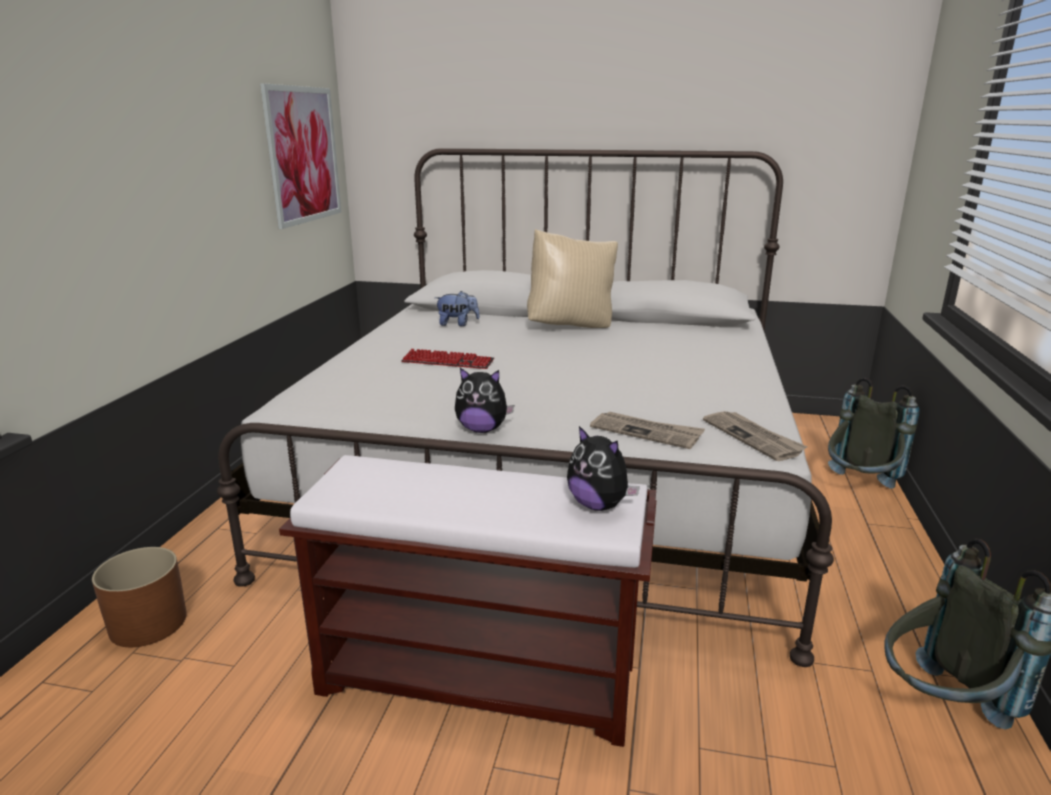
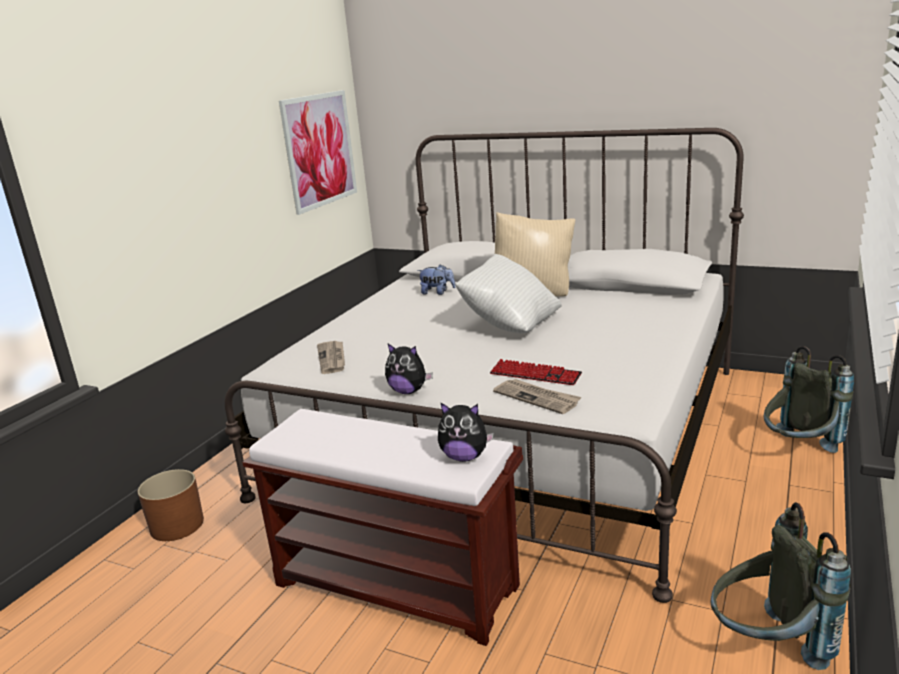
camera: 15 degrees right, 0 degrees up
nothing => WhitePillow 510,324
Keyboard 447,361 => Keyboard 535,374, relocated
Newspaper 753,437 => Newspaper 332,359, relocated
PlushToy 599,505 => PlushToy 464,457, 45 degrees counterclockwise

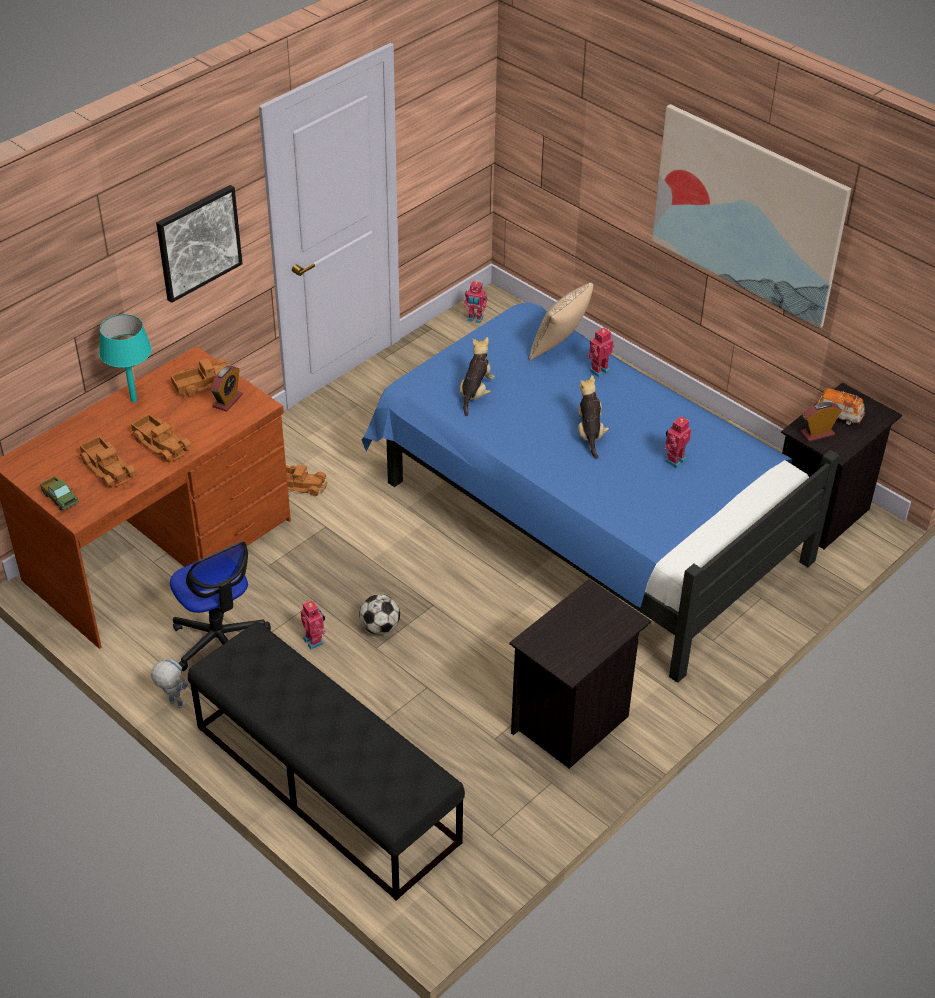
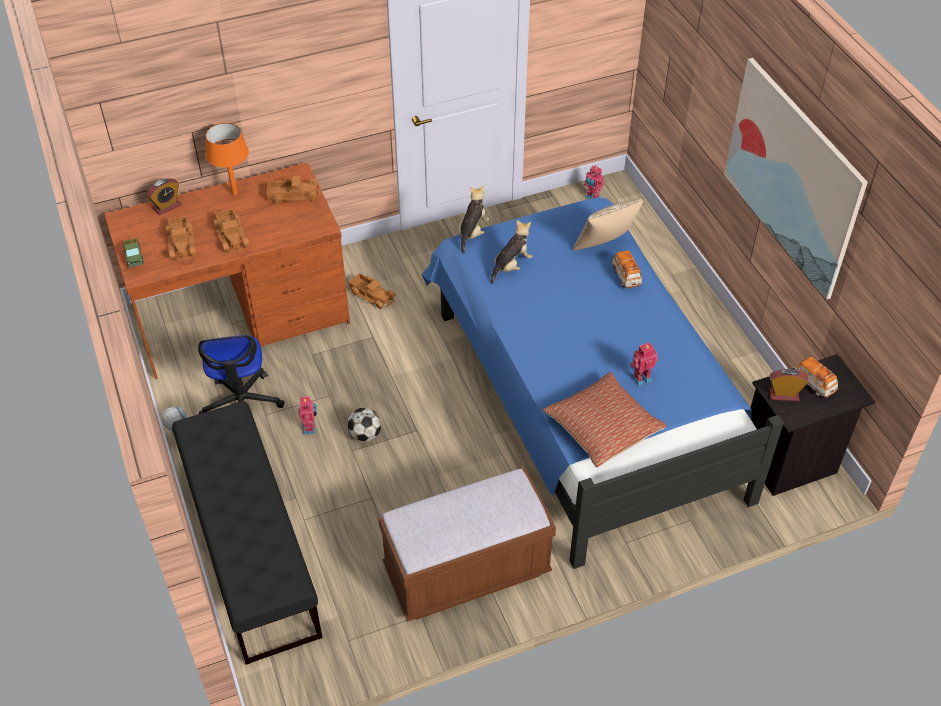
camera: 25 degrees right, 5 degrees up
Picture 198,242 => nothing
nothing => Pillow 603,427
AlarmClock 227,401 => AlarmClock 167,206, relocated
PlushToy 590,434 => PlushToy 472,232, relocated
BlackNightstand 572,723 => BrownBench 467,571
ToyRobot 598,370 => ToyCar 626,276
TurquoiseTableLamp 133,399 => OrangeTableLamp 234,193

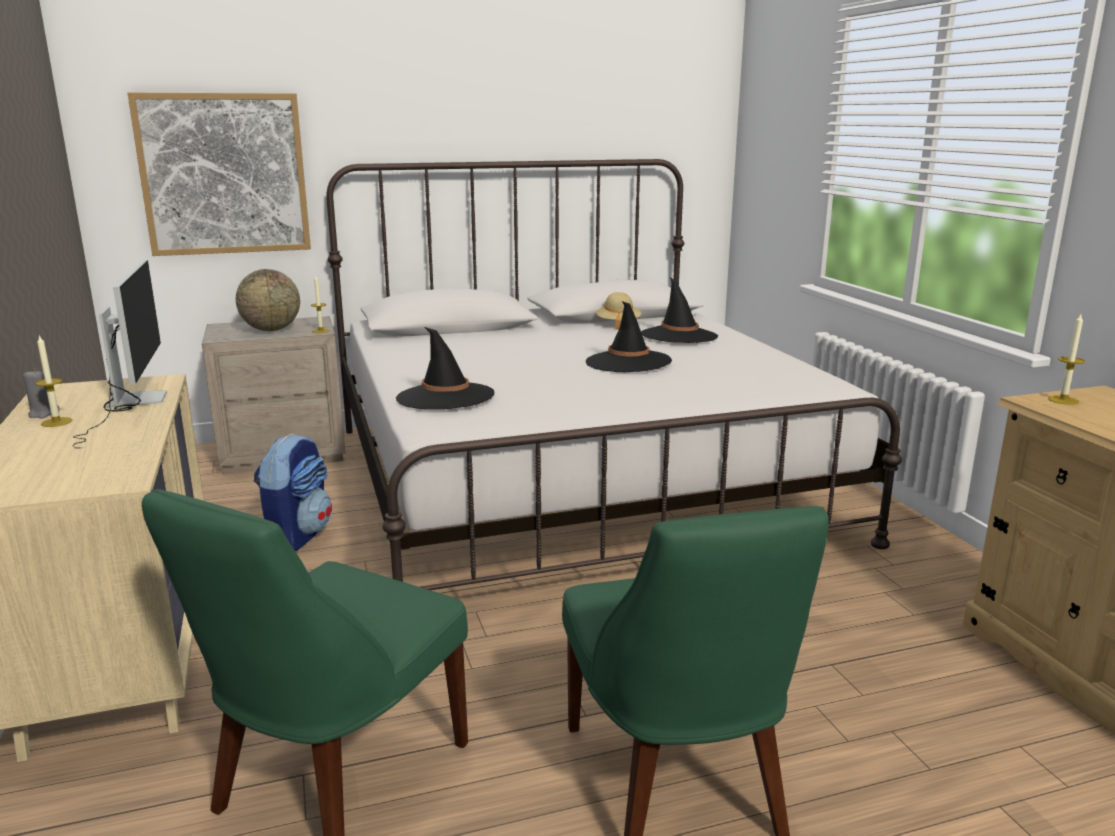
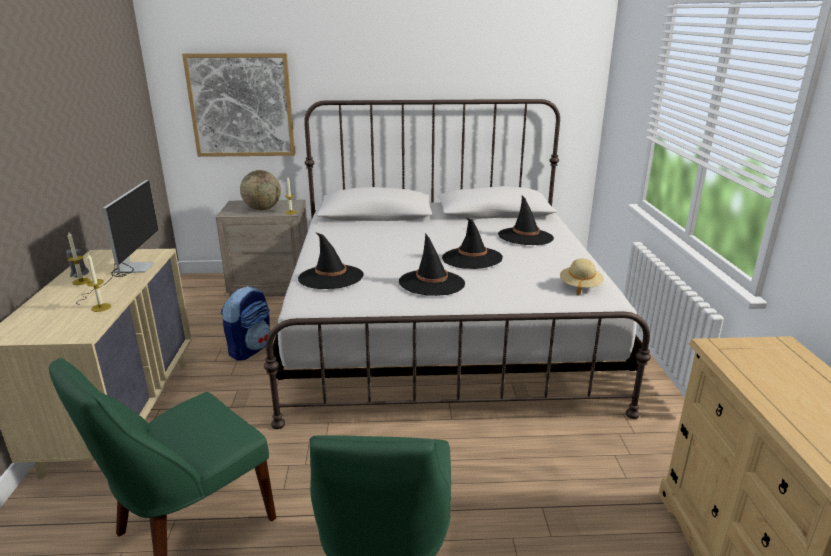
camera: 15 degrees right, 5 degrees up
nothing => BlackHat 431,283
BeigeHat 617,324 => BeigeHat 580,286, relocated
Candle 1063,400 => Candle 101,307, relocated

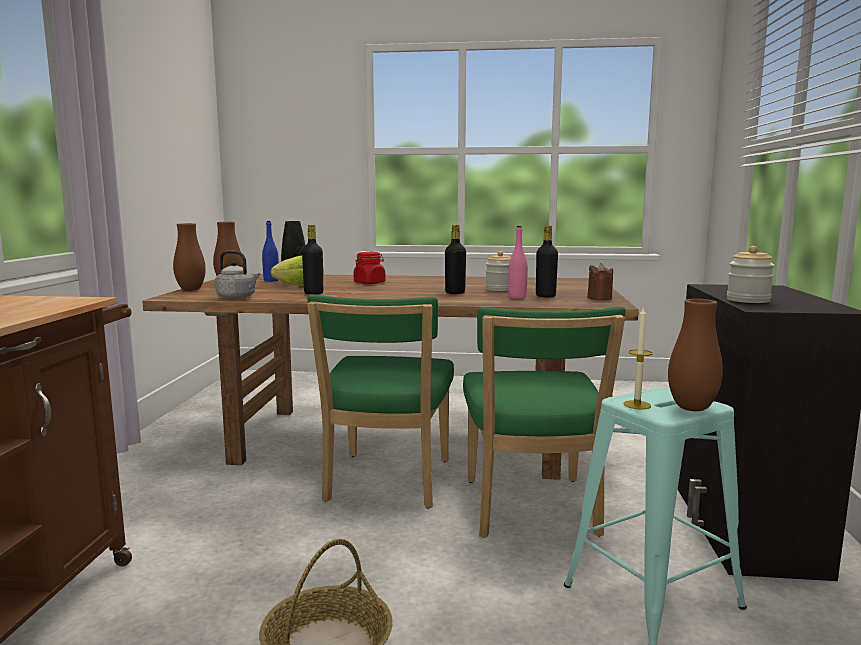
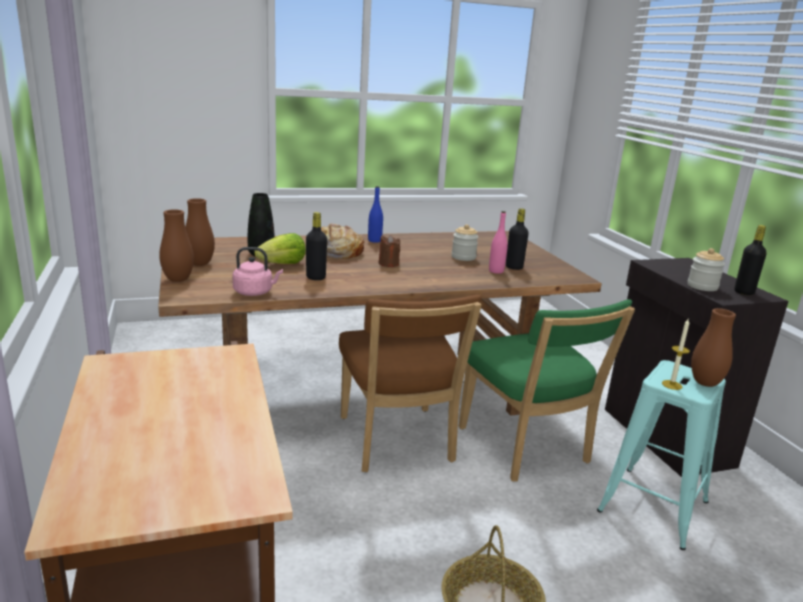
camera: 25 degrees left, 10 degrees up
BlueBottle 271,280 => BlueBottle 374,240, relocated
BlackBottle 455,293 => BlackBottle 744,292, relocated
BrownCandle 599,298 => BrownCandle 388,263, relocated
RedJar 369,283 => Bread 336,252
GreyKettle 238,297 => PinkKettle 255,292
GreenChair 386,483 => BrownChair 397,443

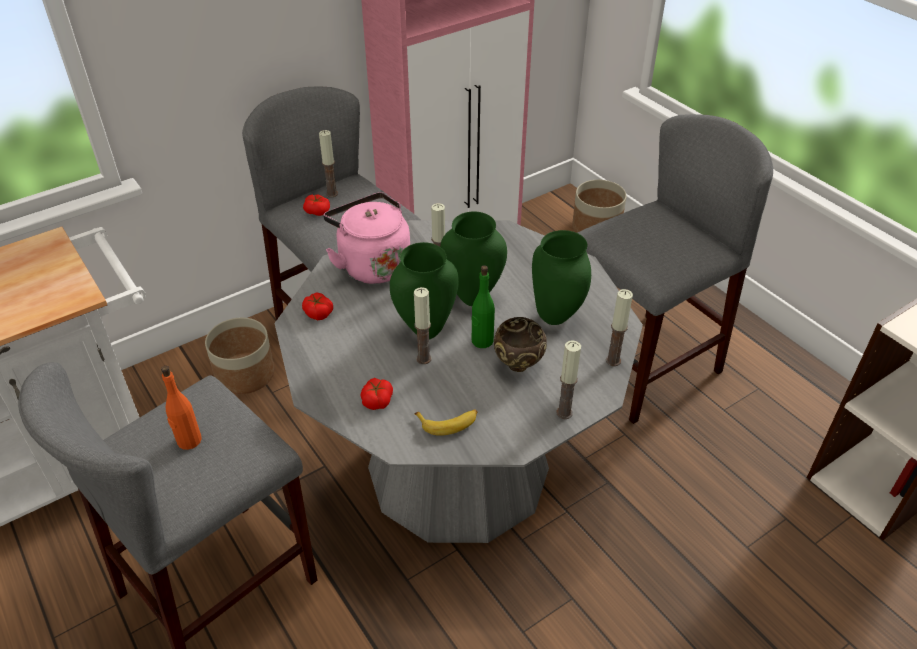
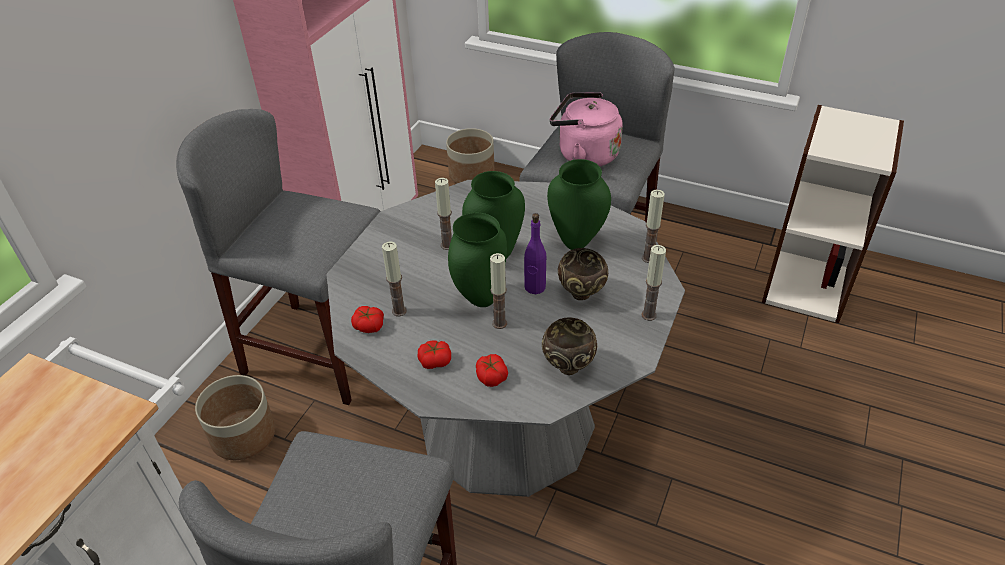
camera: 30 degrees left, 0 degrees up
OrangeBottle 189,440 => nothing
Tomato 317,211 => Tomato 435,361, relocated
Candle 332,194 => Candle 399,311, relocated
PinkKettle 372,264 => PinkKettle 584,154, relocated
Banana 448,423 => BrownBowl 567,366
GreenBottle 482,341 => PurpleBottle 534,287

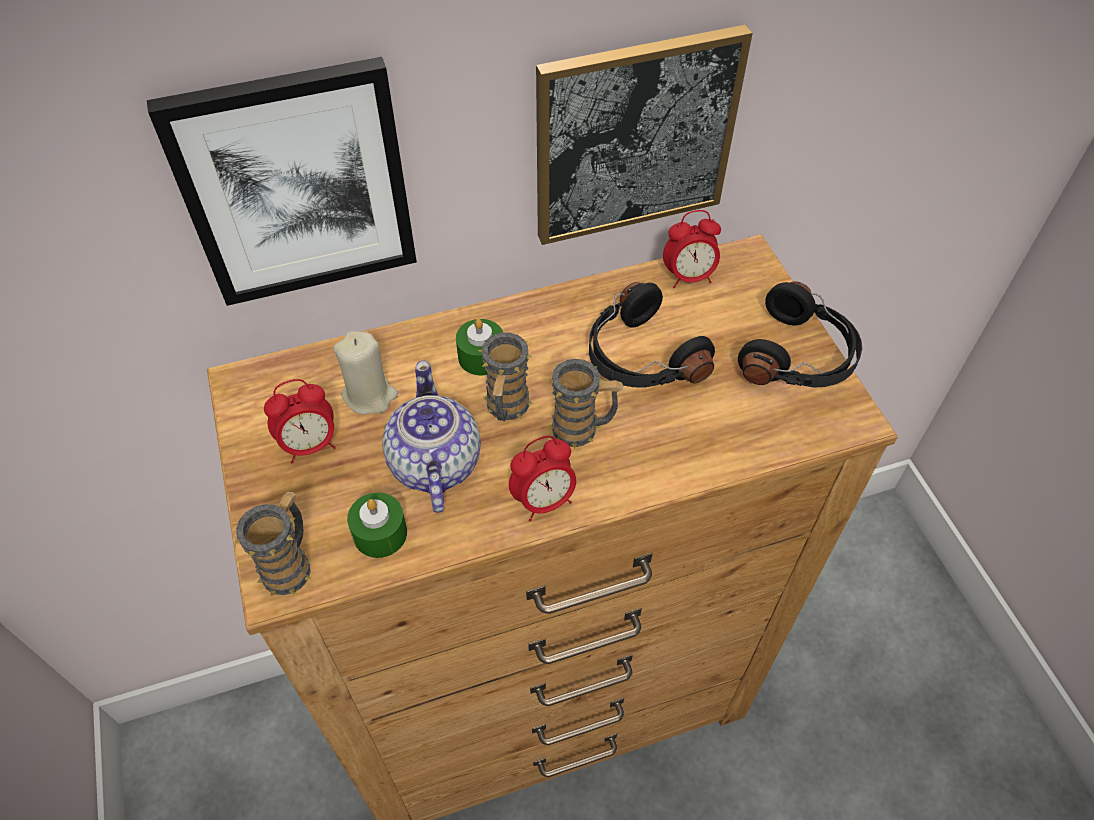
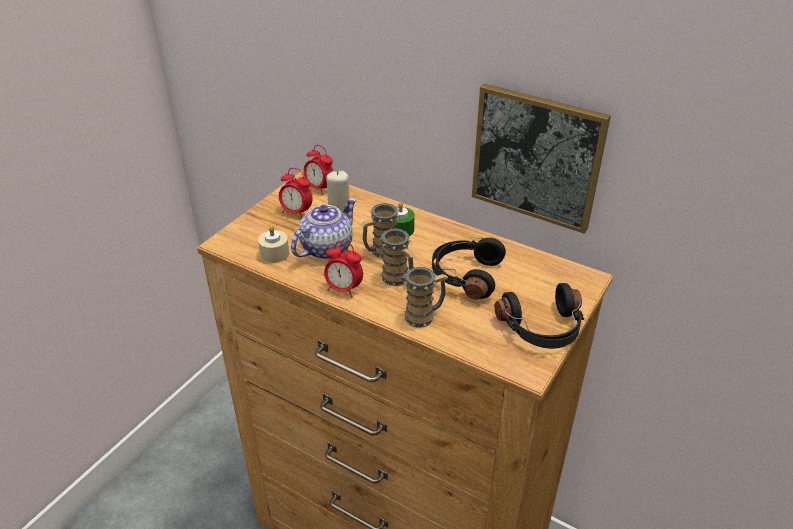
camera: 50 degrees right, 15 degrees down
Picture 296,185 => nothing
Mug 290,564 => Mug 424,316, relocated
AlarmClock 688,277 => AlarmClock 319,188, relocated
GreenCandle 380,533 => BeigeCandle 274,254

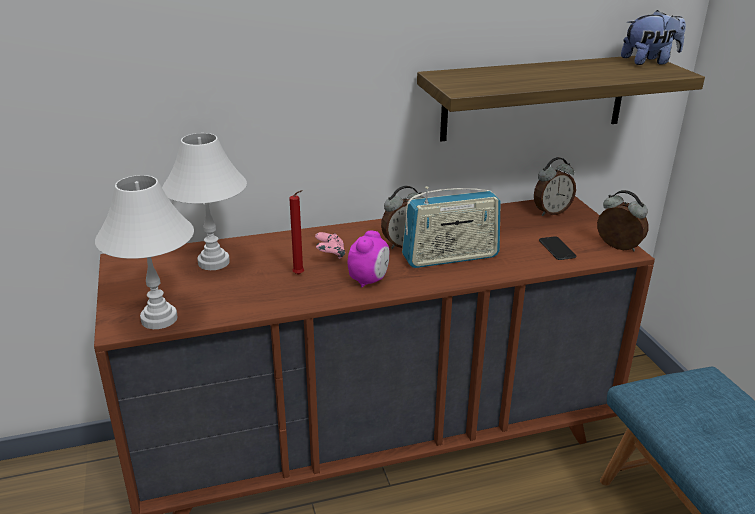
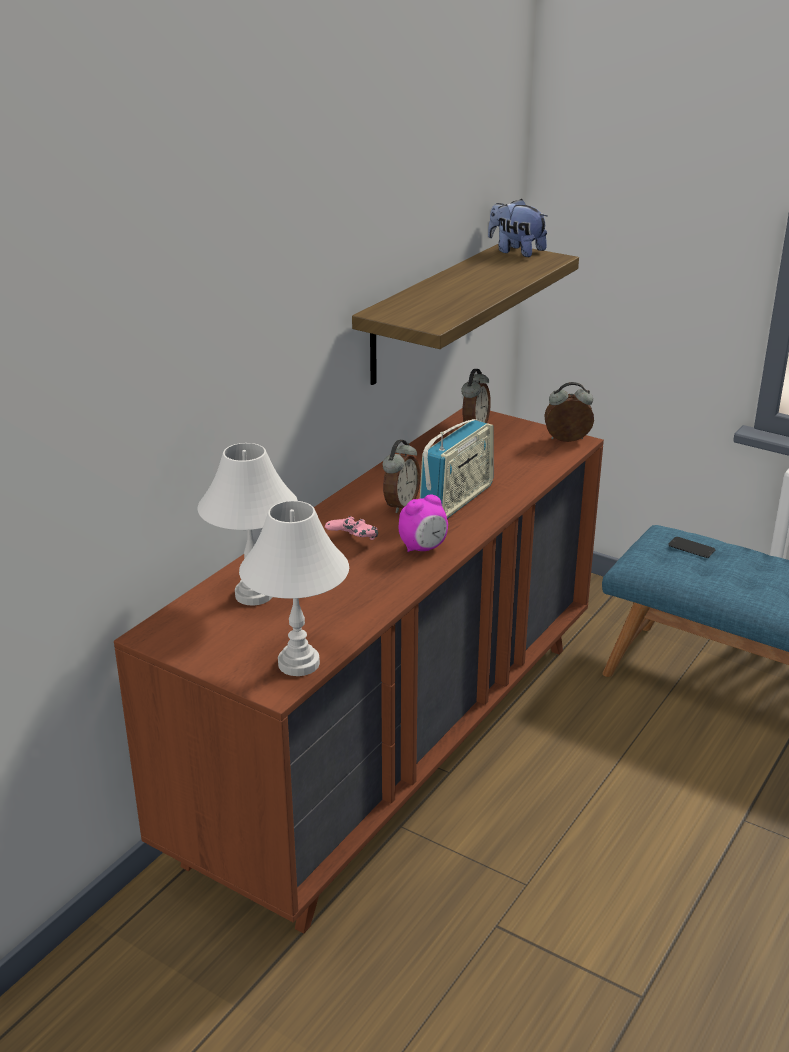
camera: 40 degrees left, 0 degrees up
RedCandle 300,275 => nothing
Phone 557,249 => Phone 691,548, relocated
AlarmClock 369,280 => AlarmClock 423,548, 75 degrees clockwise
PlushToy 649,62 => PlushToy 516,251, 90 degrees counterclockwise

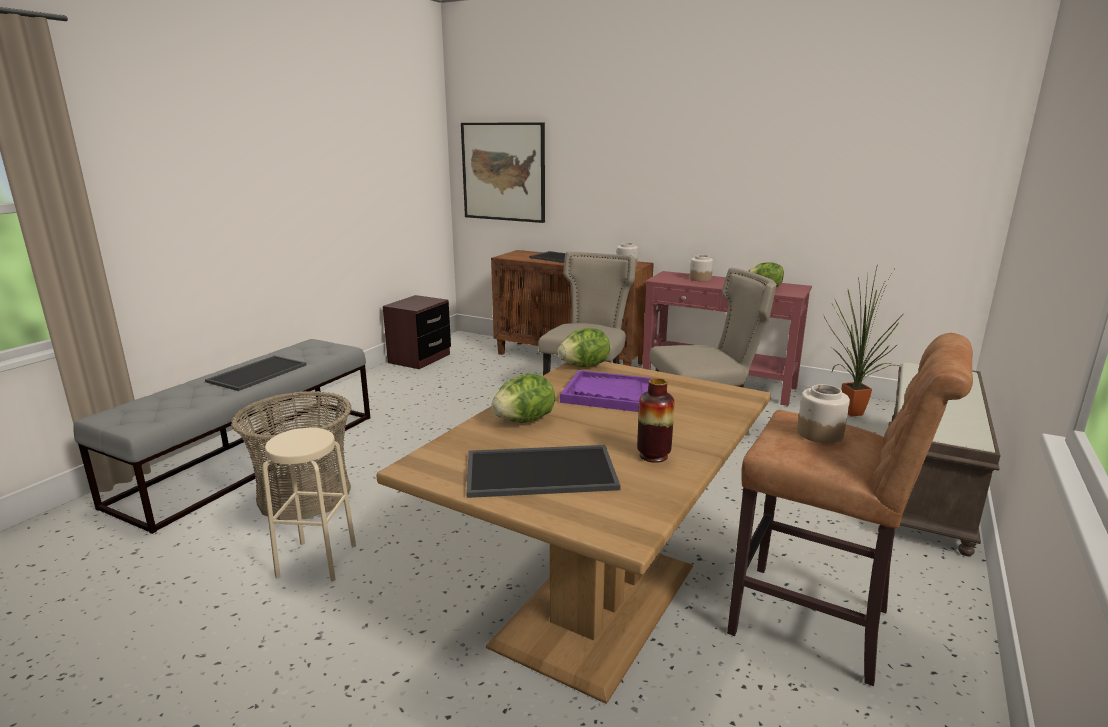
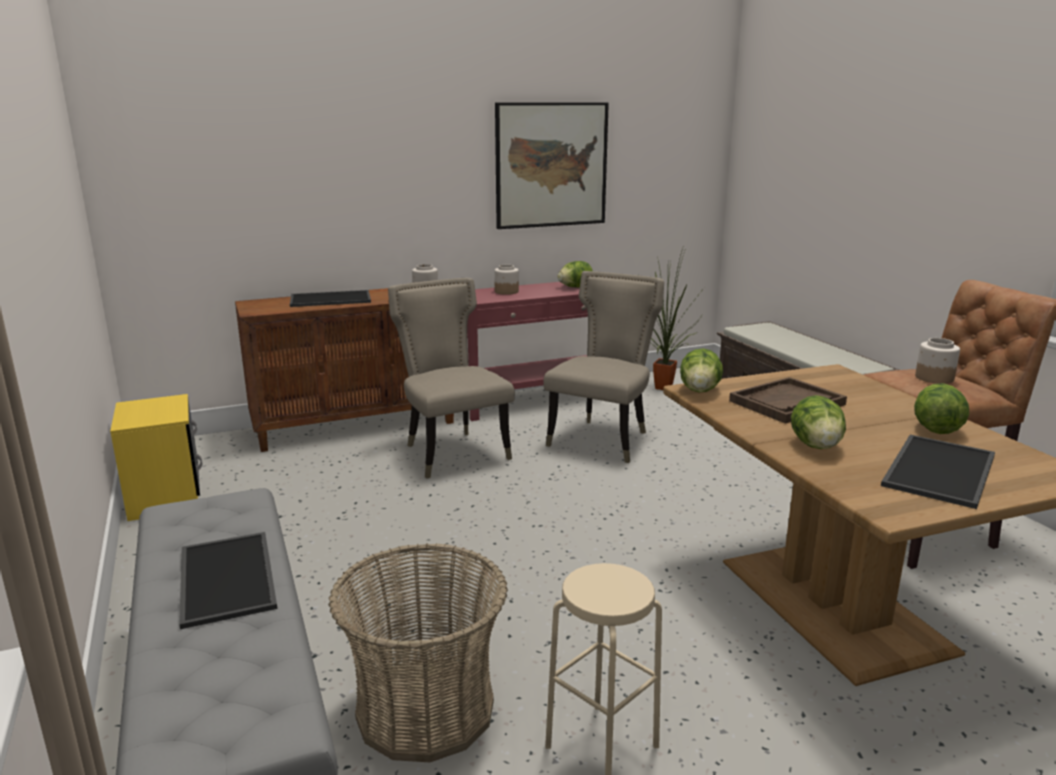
camera: 50 degrees left, 0 degrees up
Picture 503,172 => Picture 551,165, relocated
Vase 653,456 => Lettuce 936,429
BrownNightstand 419,359 => YellowNightstand 165,497
PurpleTray 611,394 => BrownTray 787,403

